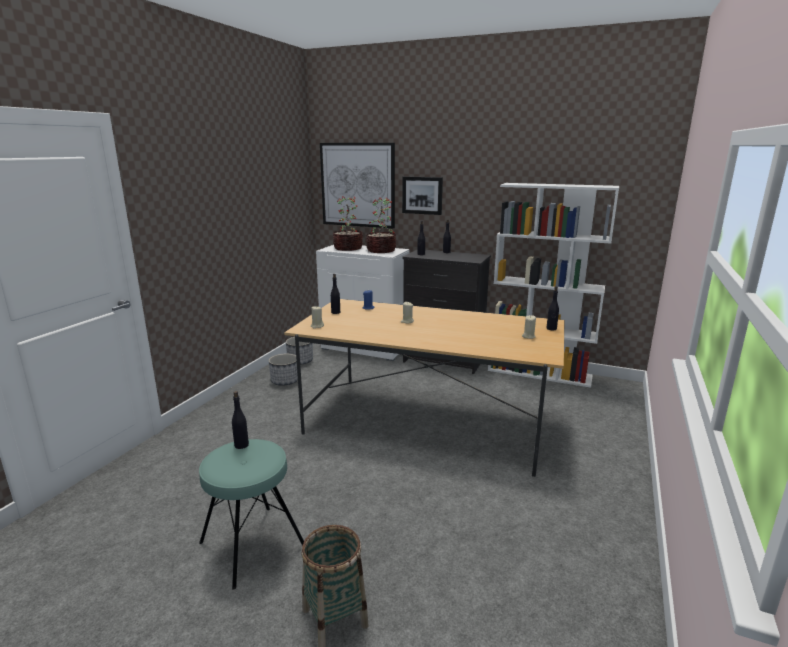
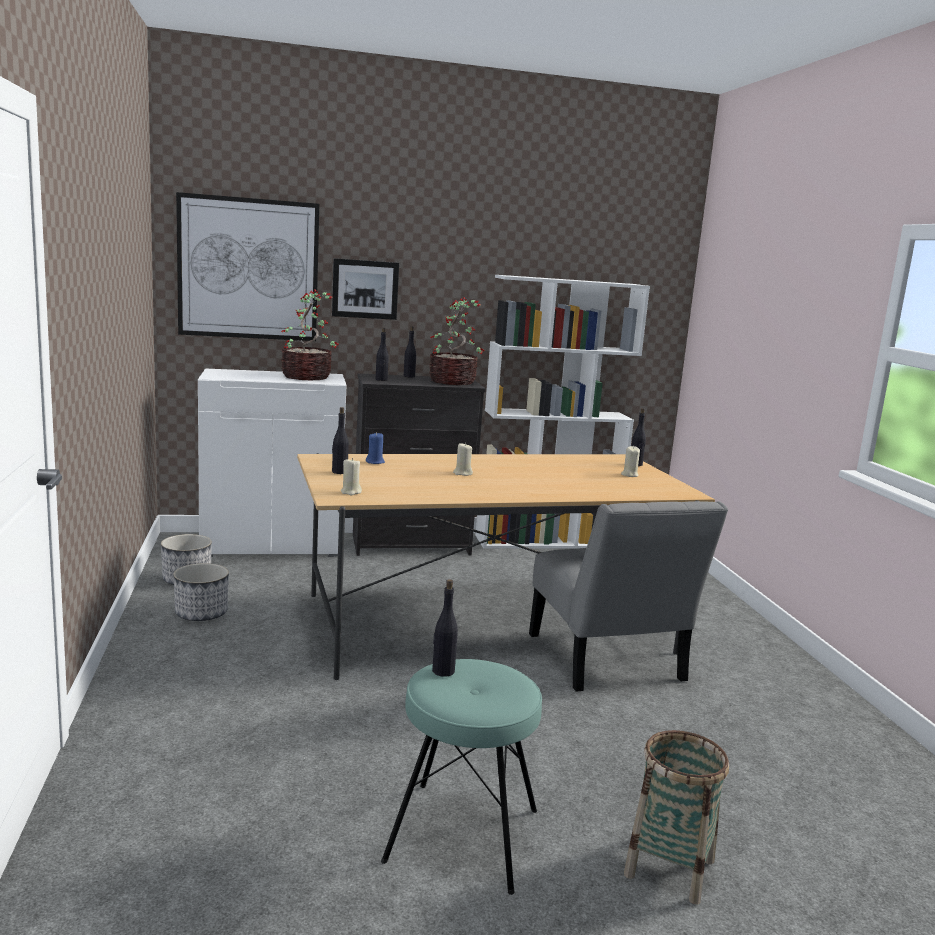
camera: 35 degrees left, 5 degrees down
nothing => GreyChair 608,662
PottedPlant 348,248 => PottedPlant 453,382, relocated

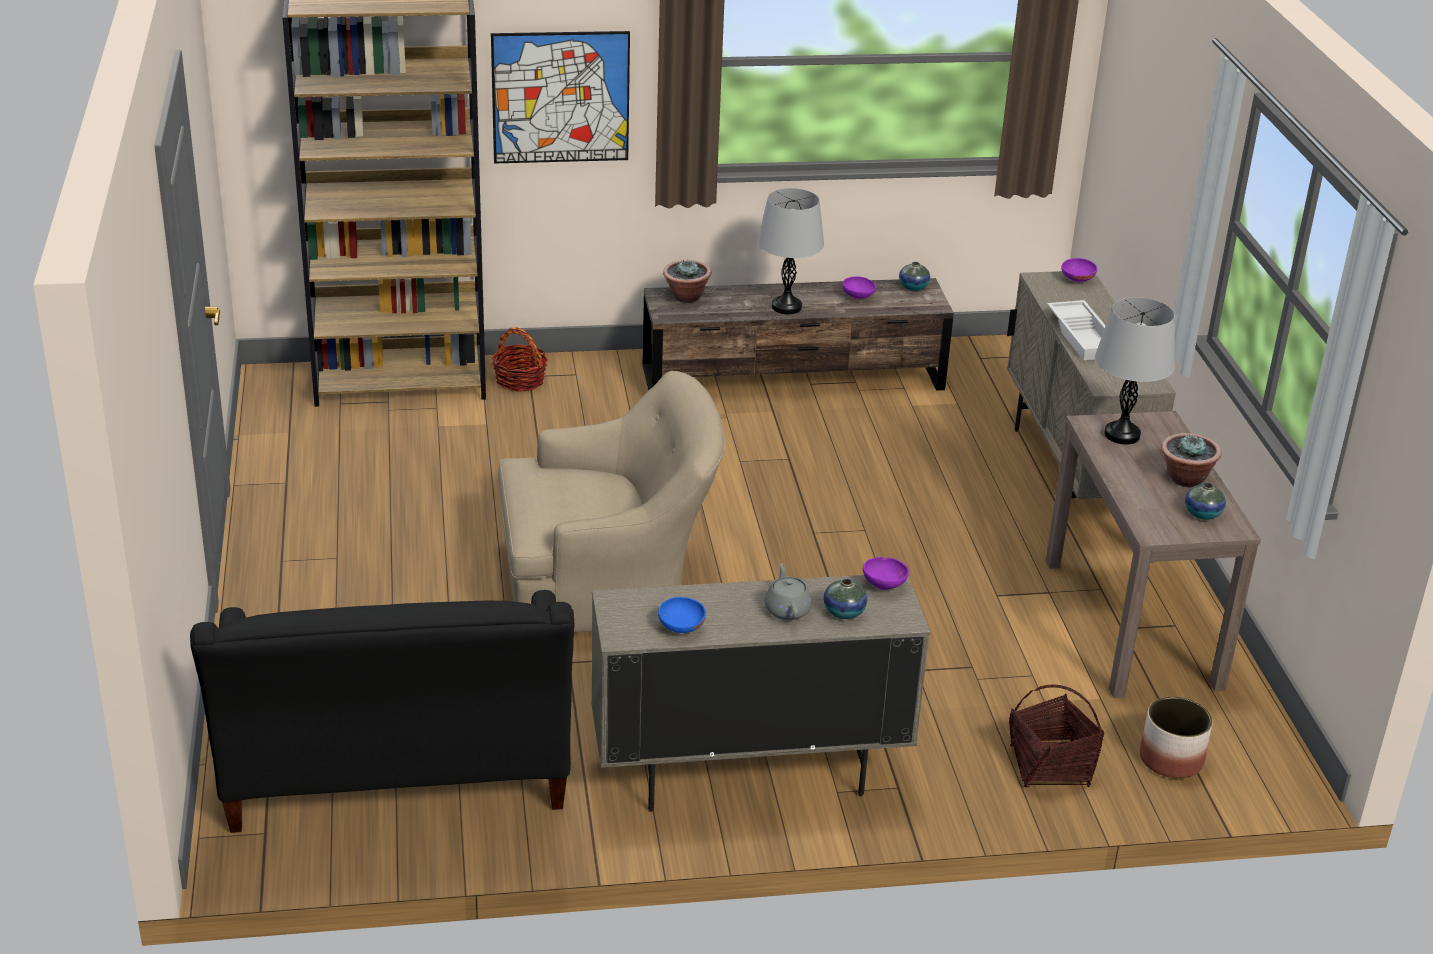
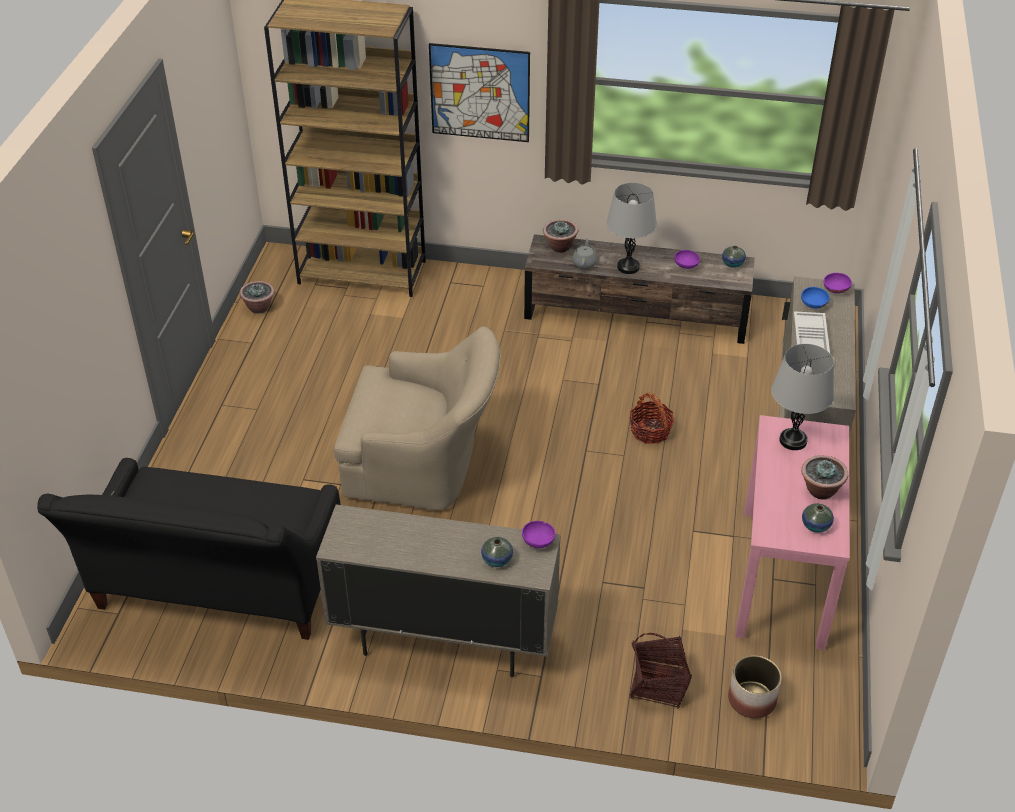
camera: 20 degrees right, 10 degrees up
nothing => PottedPlant 259,307
Basket 520,380 => Basket 650,431, relocated
BlueBowl 681,628 => BlueBowl 813,305, relocated
GreyTeapot 787,609 => GreyTeapot 584,263, relocated
BrownConsoleTable 1132,623 => PinkConsoleTable 783,576

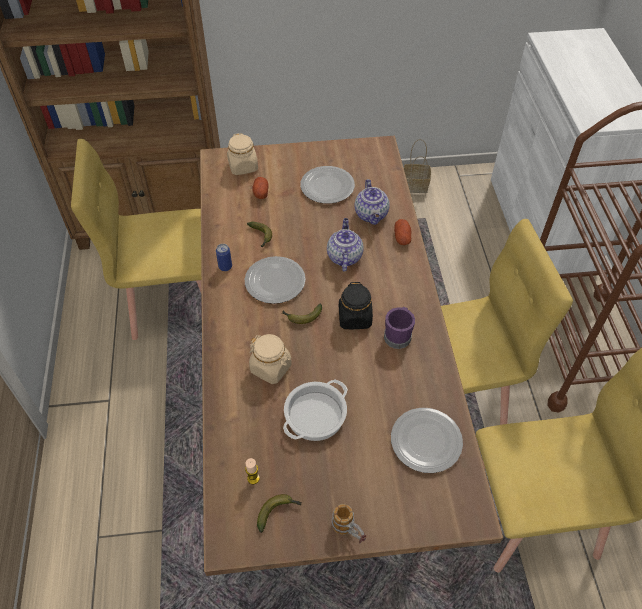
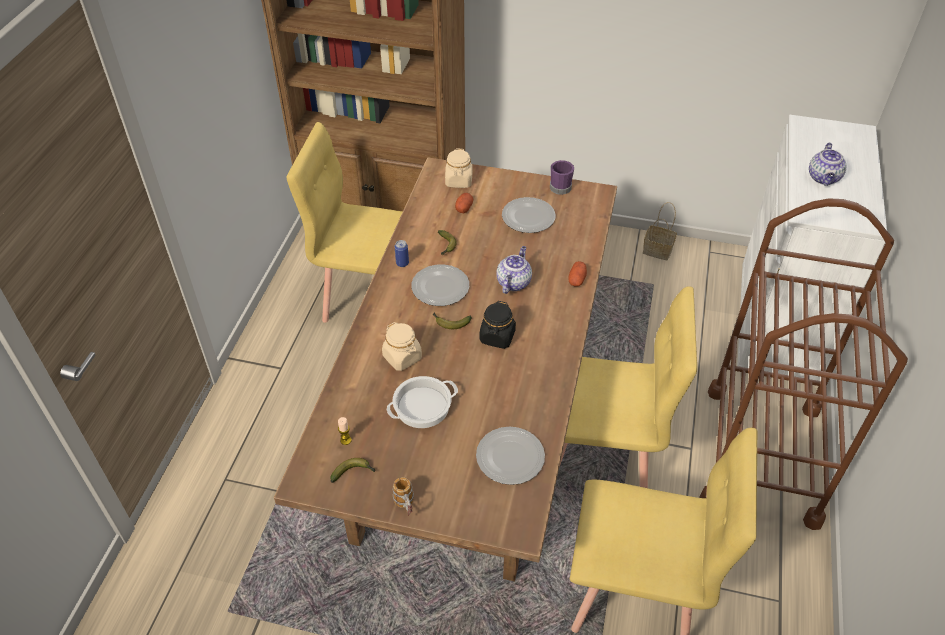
camera: 20 degrees right, 5 degrees down
Teapot 371,215 => Teapot 824,178, relocated
PurpleMug 398,335 => PurpleMug 562,186, relocated

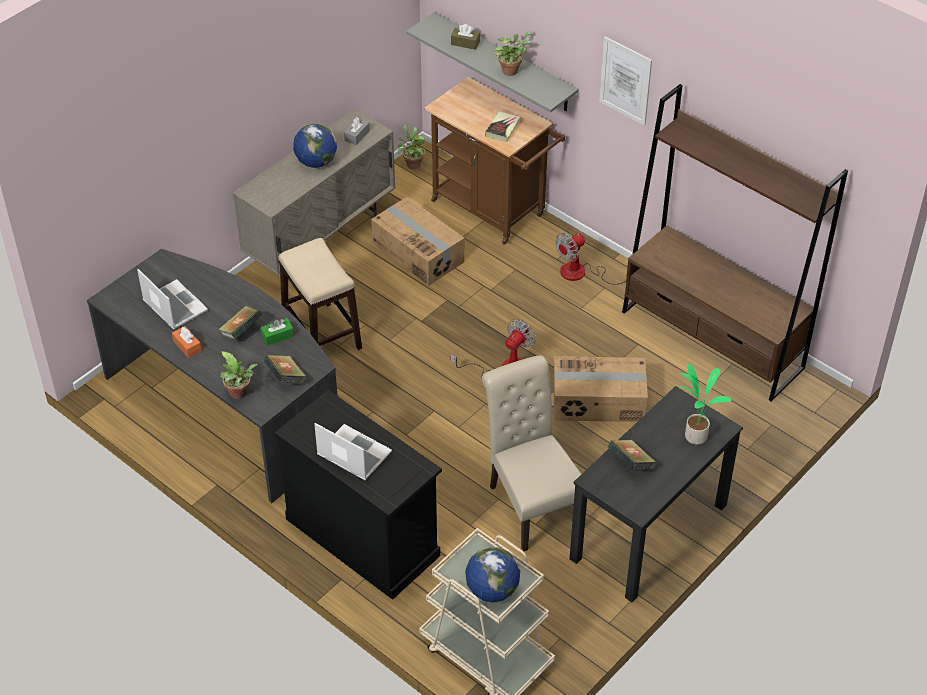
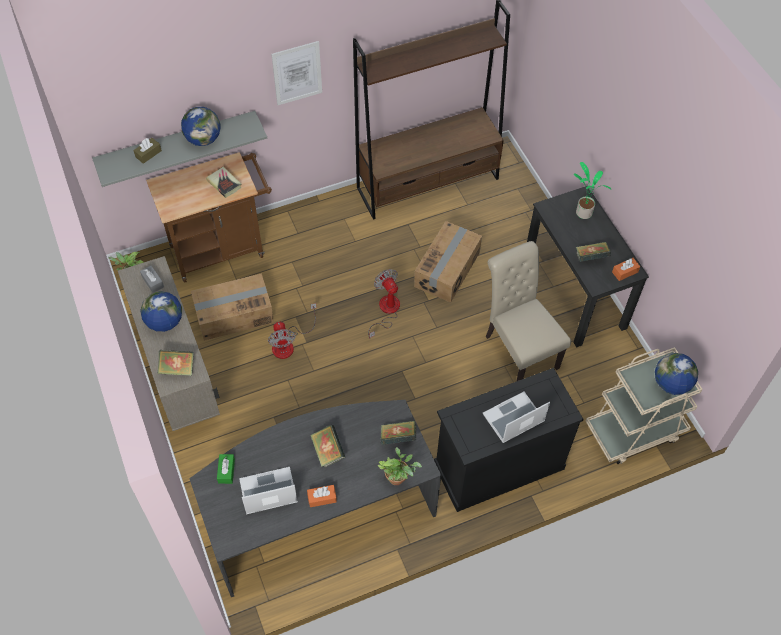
camera: 65 degrees left, 10 degrees up
Stool 322,335 => nothing
nothing => Book 177,368
nothing => OrangeTissueBox 625,272
GreenTissueBox 277,336 => GreenTissueBox 226,471, relocated
Fan 582,273 => Fan 288,343, relocated
PottedPlant 511,70 => Globe 203,139
BeigeChair 531,503 => BeigeChair 518,348, 60 degrees clockwise

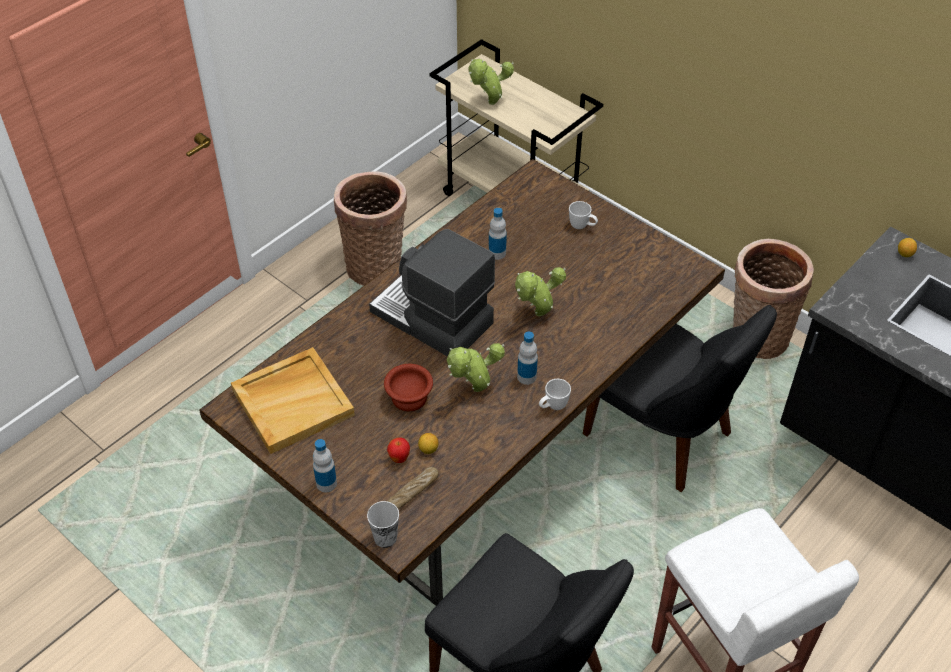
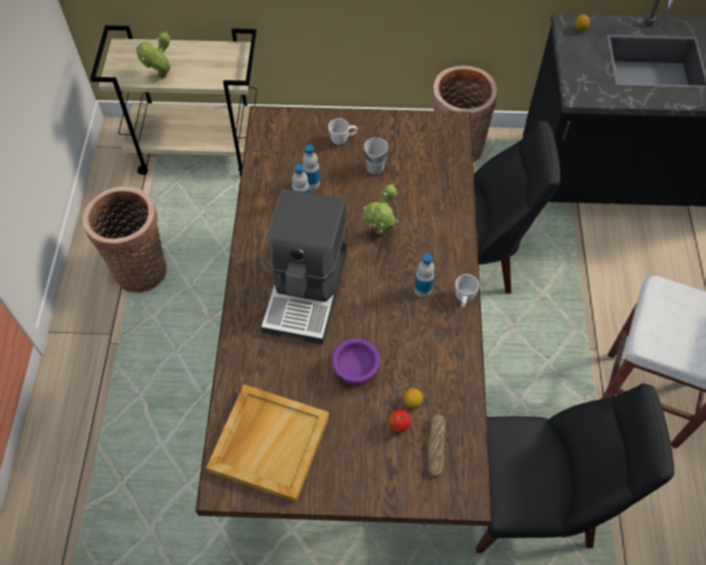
camera: 40 degrees left, 10 degrees up
PottedPlant 474,390 => nothing
Bottle 326,483 => Bottle 311,183, relocated
Cup 385,537 => Cup 375,168, relocated
BrownBowl 409,399 => PurpleBowl 357,370
CoffeeMachine 431,319 => CoffeeMachine 307,291, 75 degrees counterclockwise

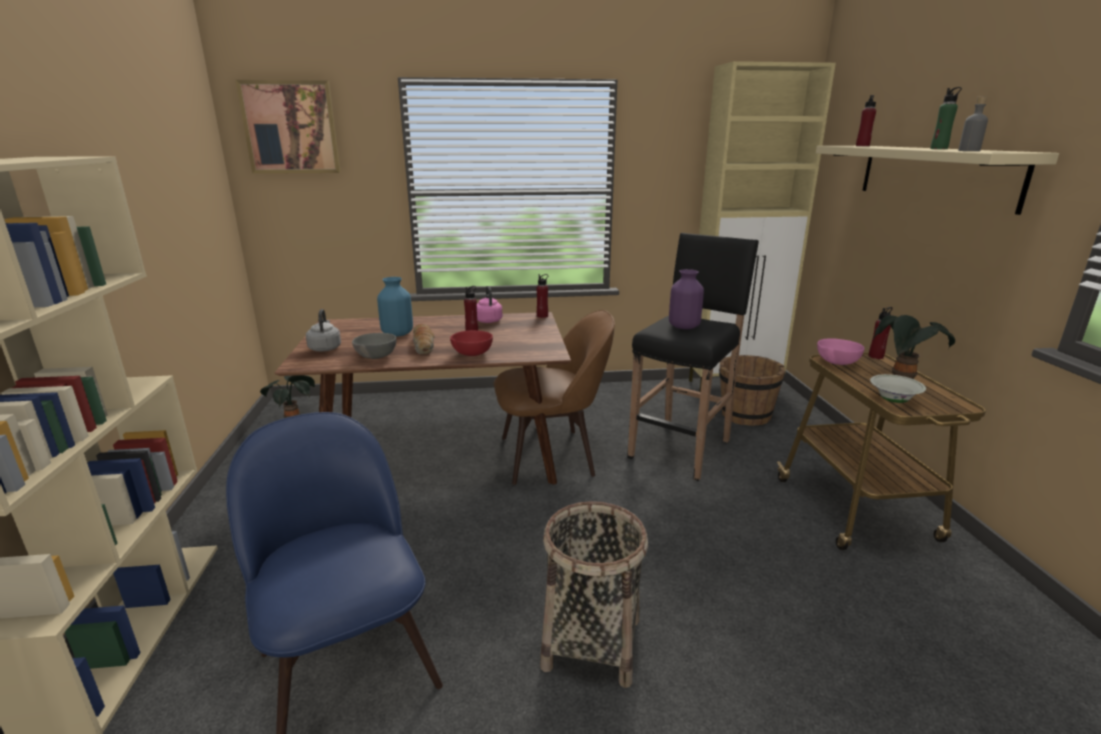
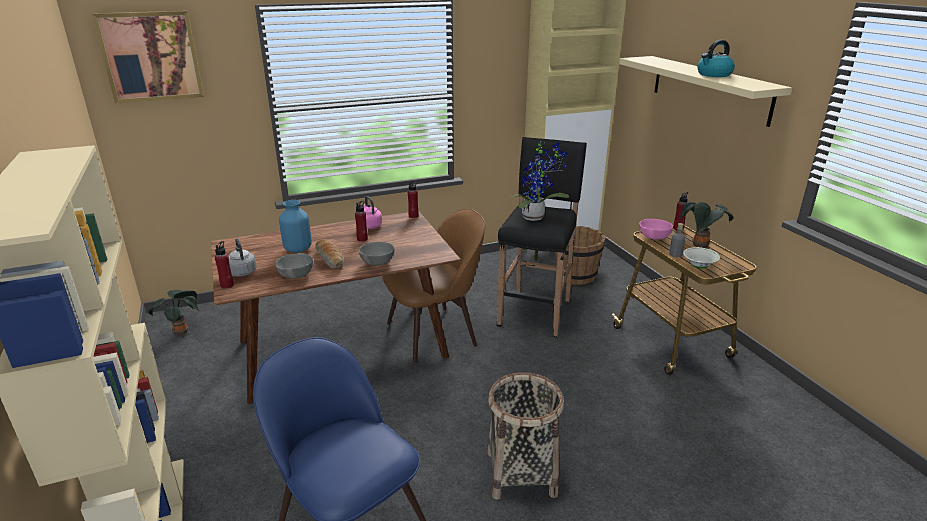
camera: 15 degrees left, 5 degrees up
RedBottle 862,146 => RedBottle 227,285, relocated
GreyBottle 968,151 => GreyBottle 675,254, relocated
PurpleVase 684,327 => PottedPlant 536,217
GreenBottle 938,149 => Kettle 713,74
RedBowl 471,354 => GreyBowl 376,263

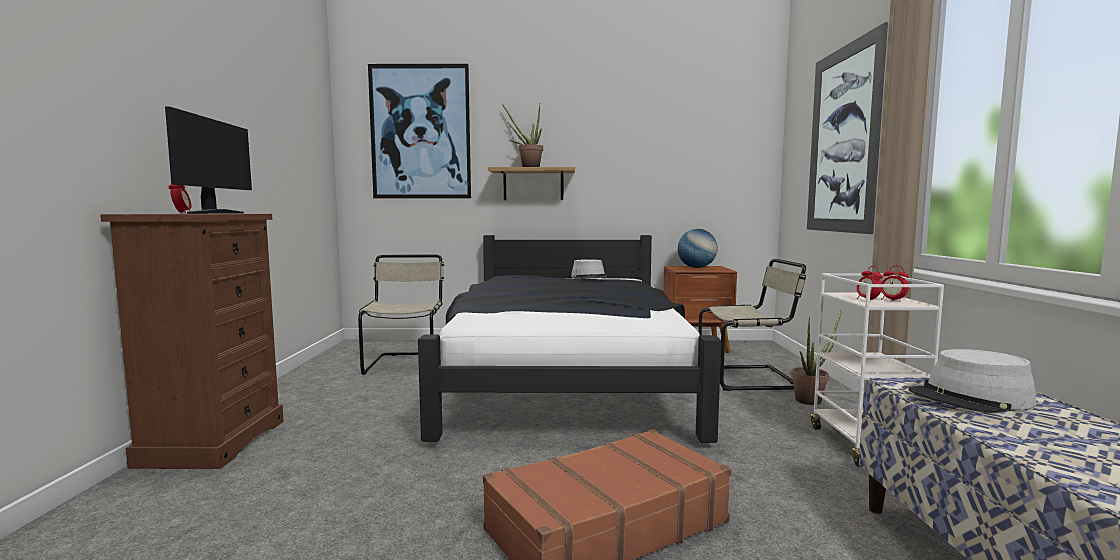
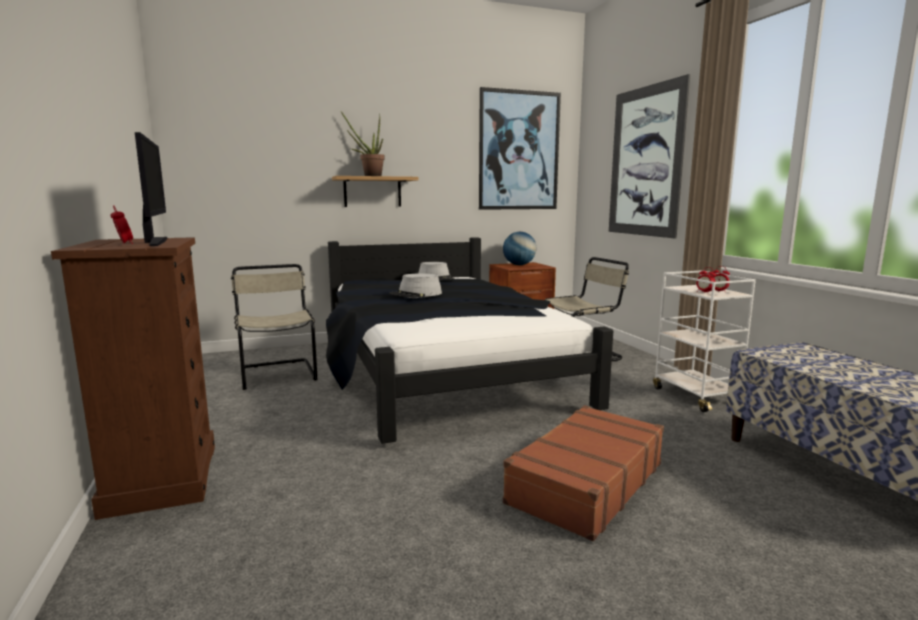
camera: 20 degrees left, 5 degrees up
PottedPlant 812,400 => nothing
Picture 420,132 => Picture 519,151, relocated
GreyHat 971,398 => GreyHat 416,294, relocated

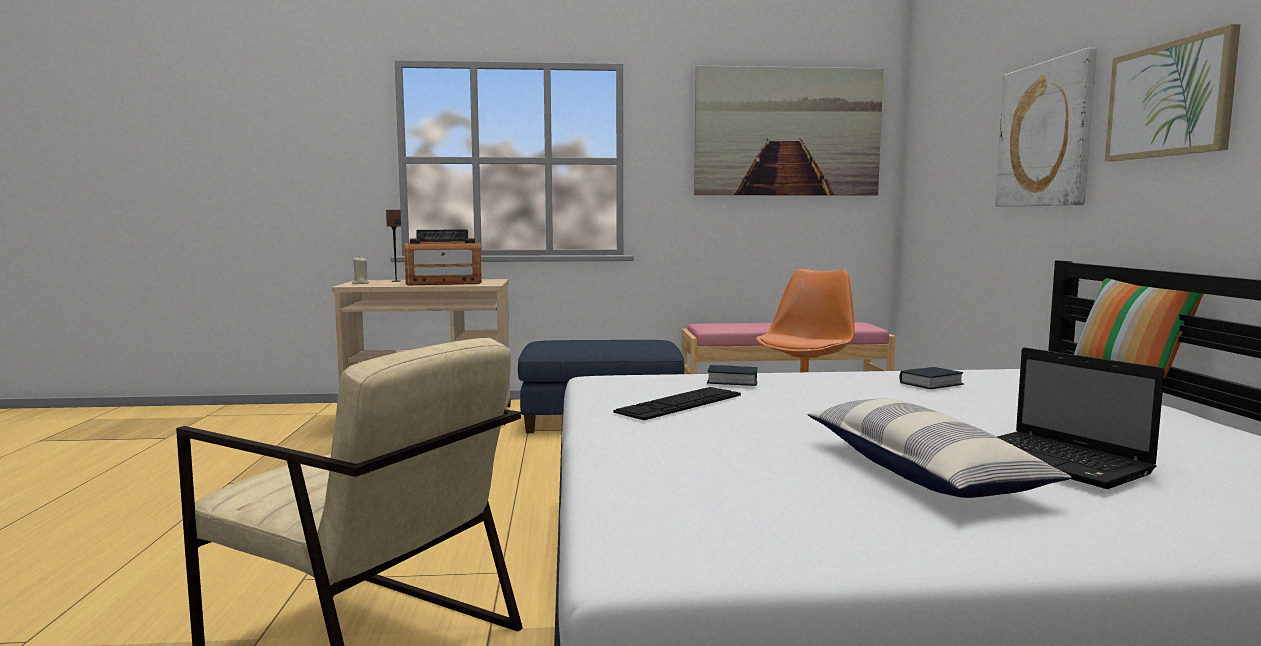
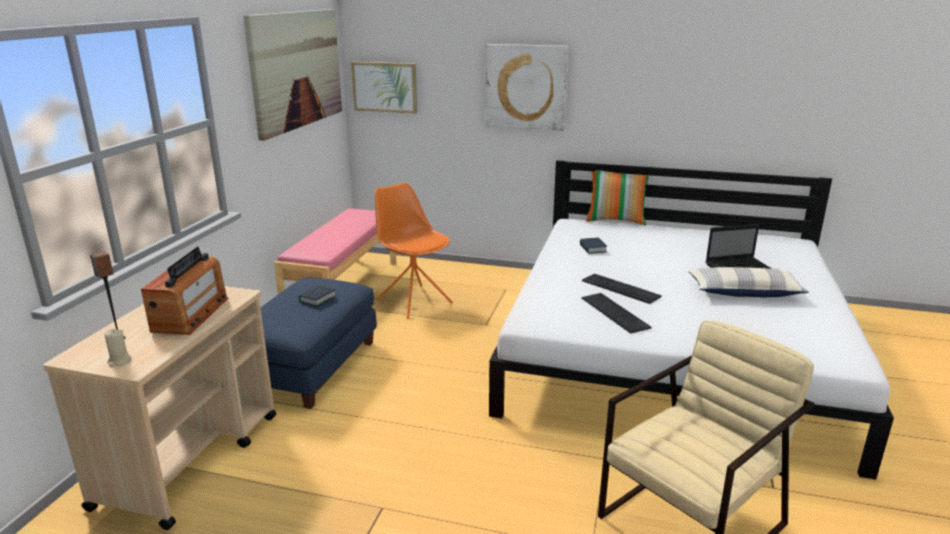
camera: 70 degrees left, 15 degrees up
nothing => Keyboard 620,288
Book 732,381 => Book 317,299, relocated
Picture 1169,100 => Picture 385,87, relocated

